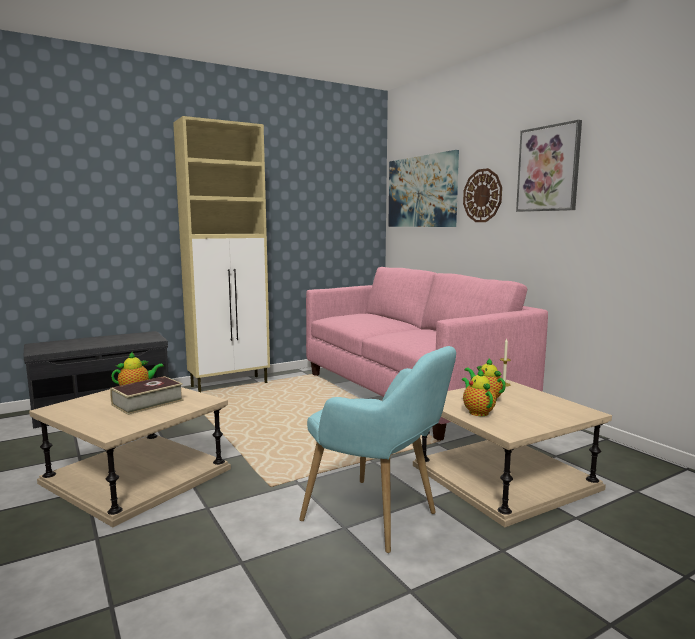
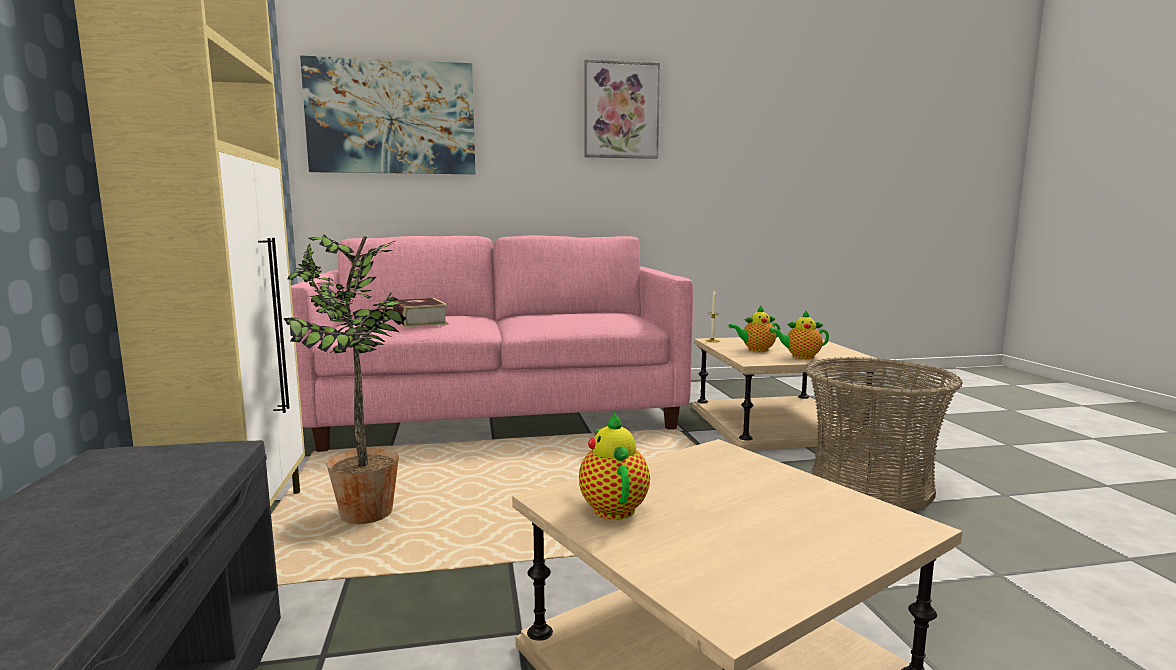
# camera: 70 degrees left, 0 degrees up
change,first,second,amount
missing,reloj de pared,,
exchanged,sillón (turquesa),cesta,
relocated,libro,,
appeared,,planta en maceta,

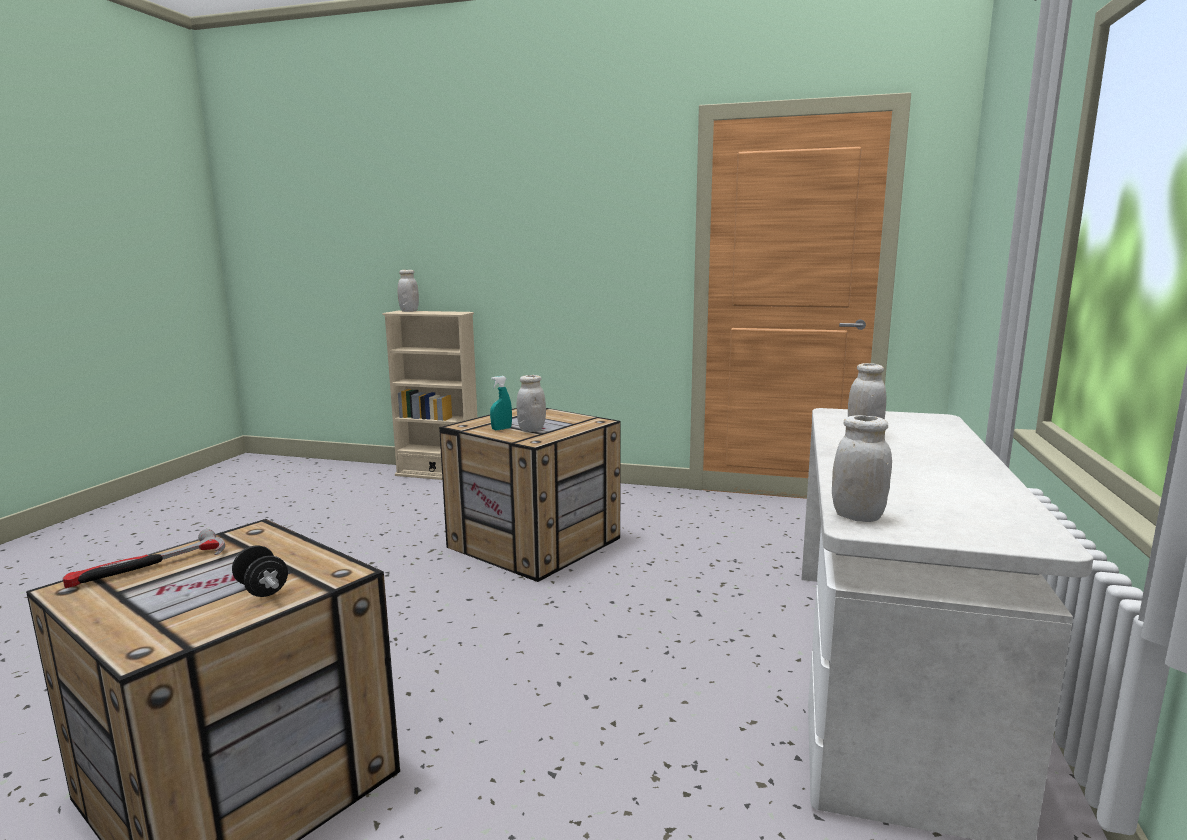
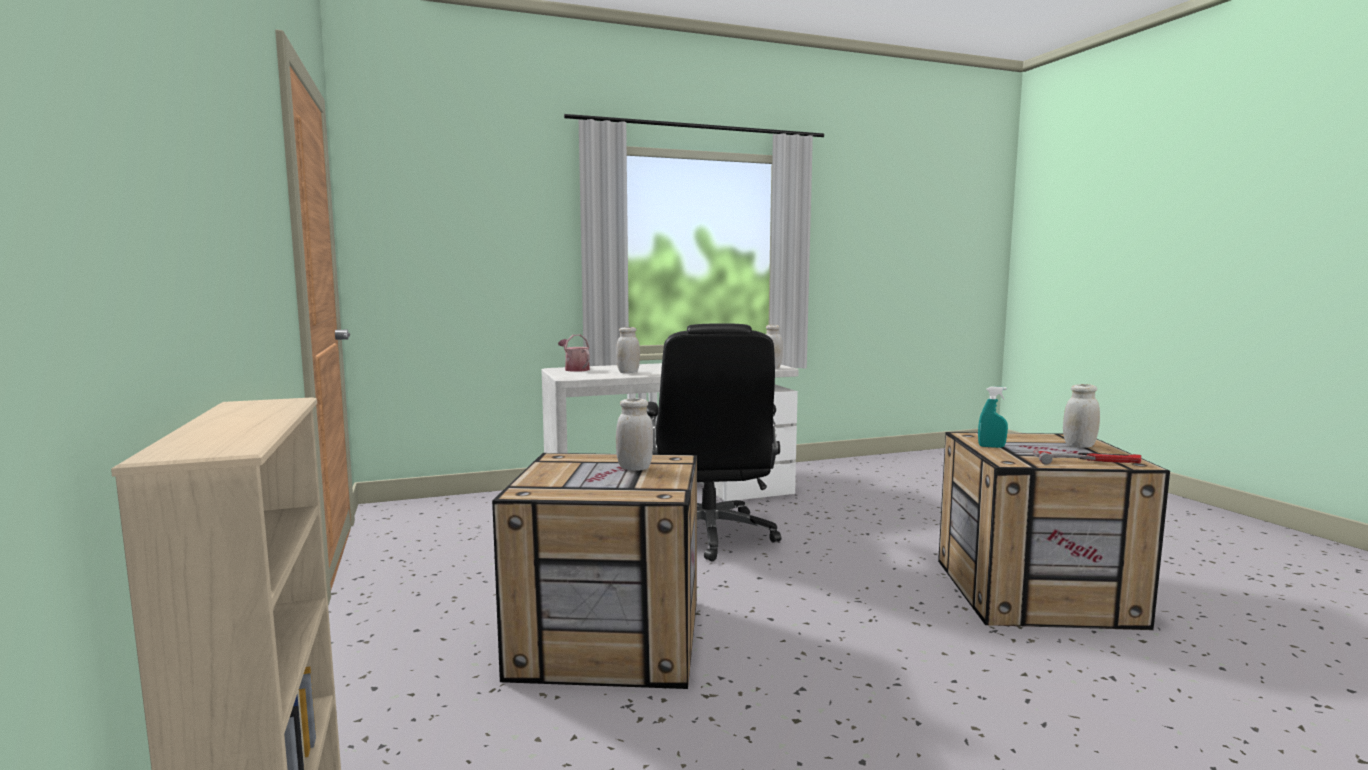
# camera: 125 degrees left, 5 degrees down
change,first,second,amount
relocated,tarro (blanco) (no. 1 from left in the first image),tarro (blanco) (no. 4 from left),
relocated,pulverizador (turquesa),,
missing,mancuerna (negro),,
appeared,,silla de oficina (negro),
appeared,,regadera,

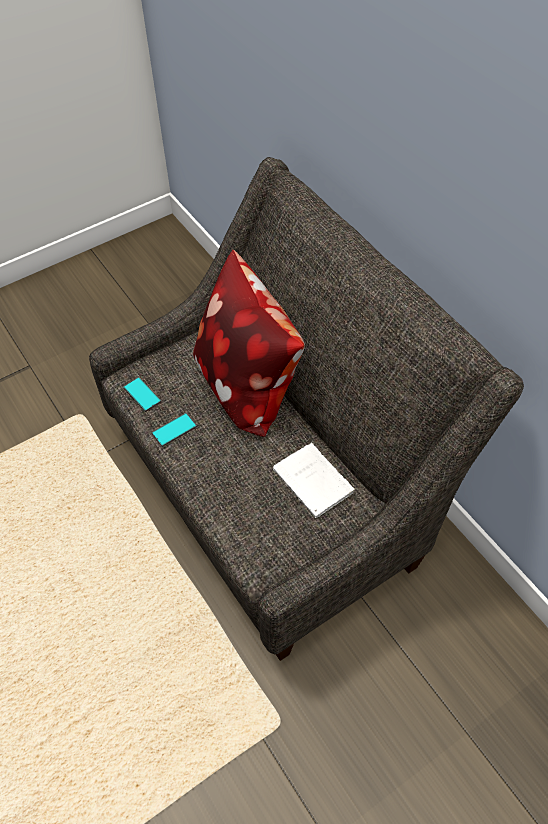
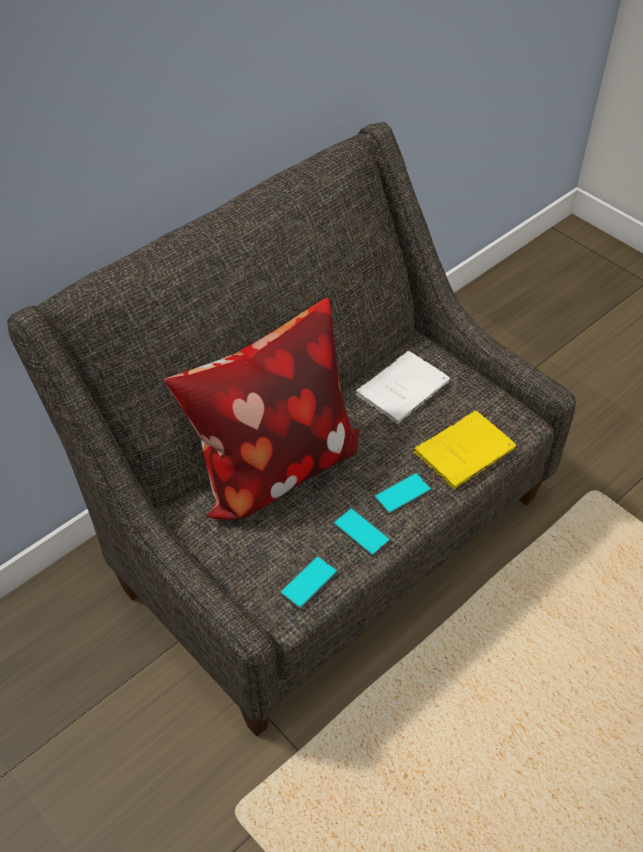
# camera: 100 degrees left, 5 degrees down
change,first,second,amount
appeared,,libro (amarillo),
appeared,,móvil (no. 3 from left),

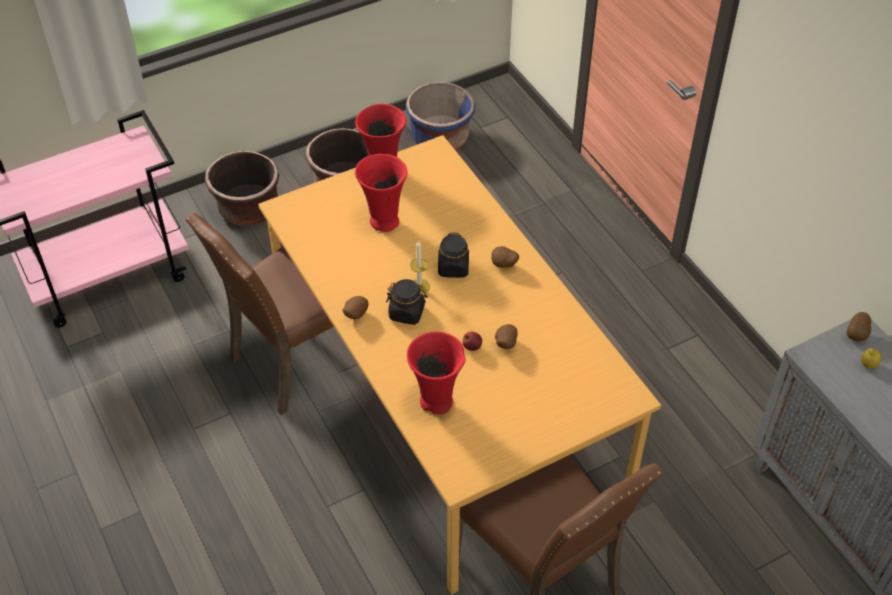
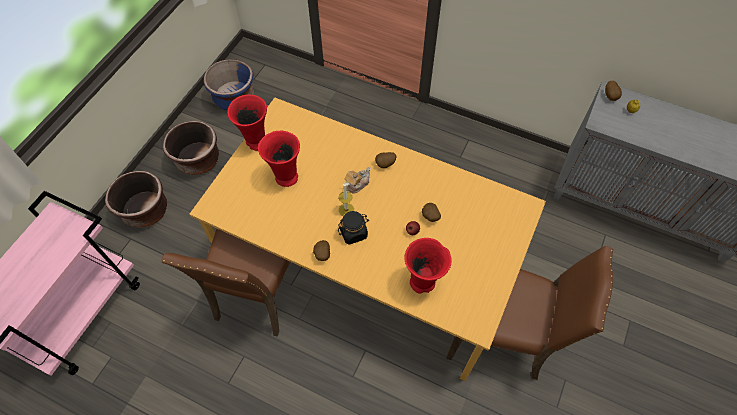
# camera: 35 degrees left, 10 degrees up
change,first,second,amount
exchanged,tarro (negro) (no. 2 from left),tetera,

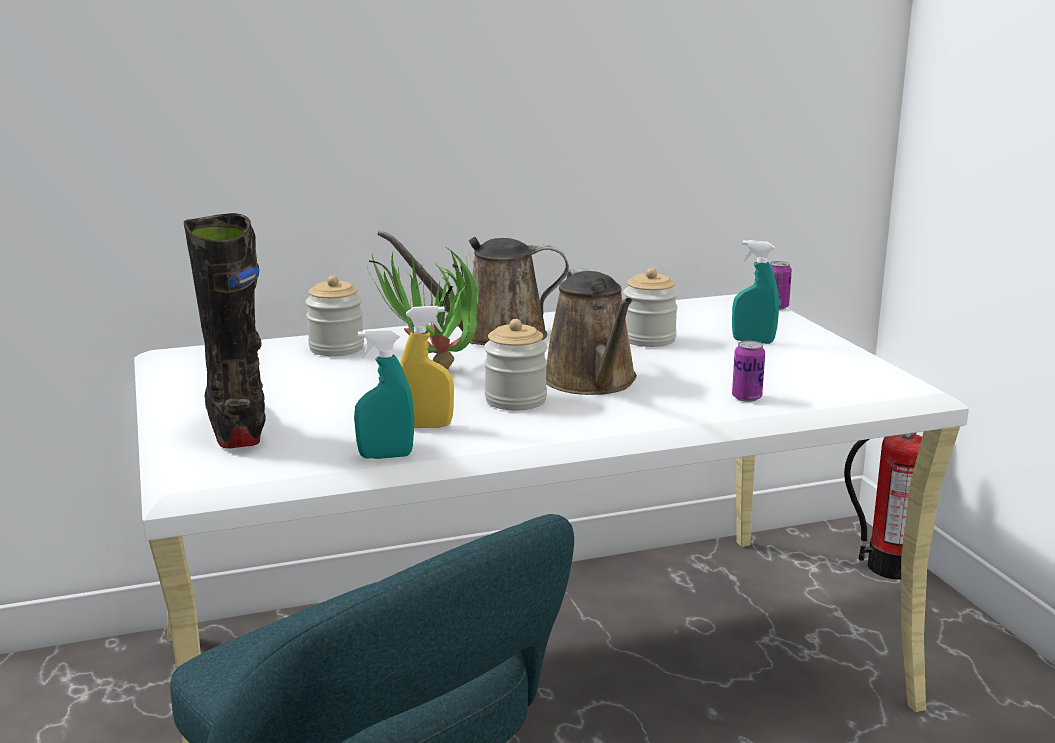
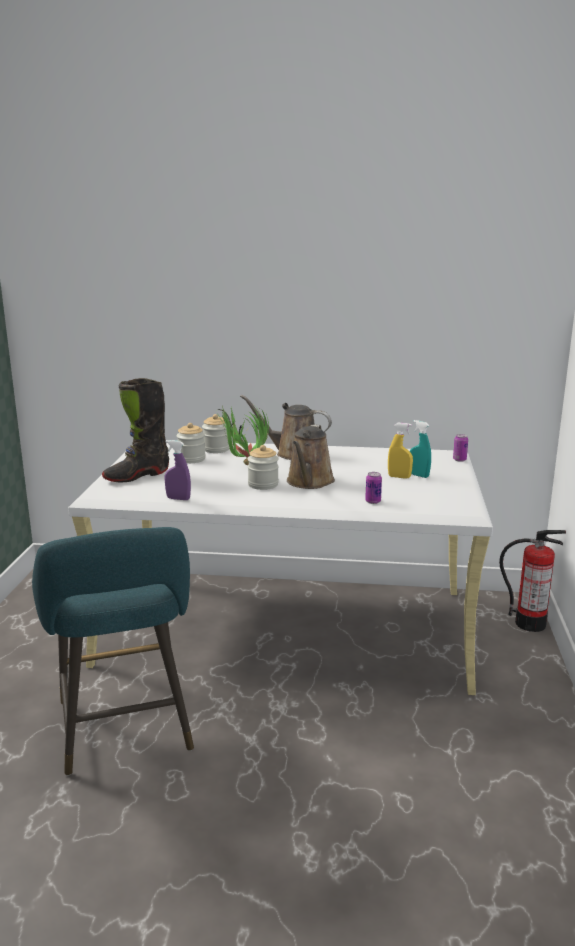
# camera: 25 degrees right, 0 degrees up
change,first,second,amount
spun,bota (negro),,135 degrees counterclockwise
relocated,tarro (no. 3 from left in the first image),tarro (no. 1 from left),
relocated,pulverizador (amarillo),,
colour,pulverizador (turquesa) (no. 1 from left),pulverizador (morado),

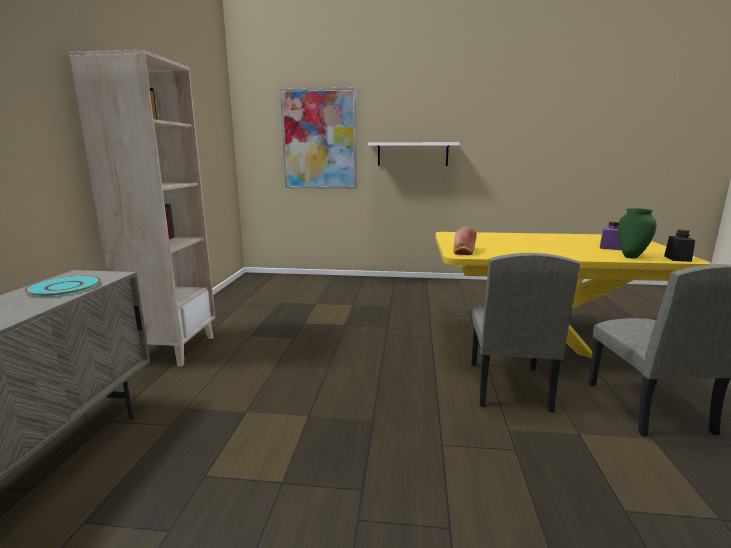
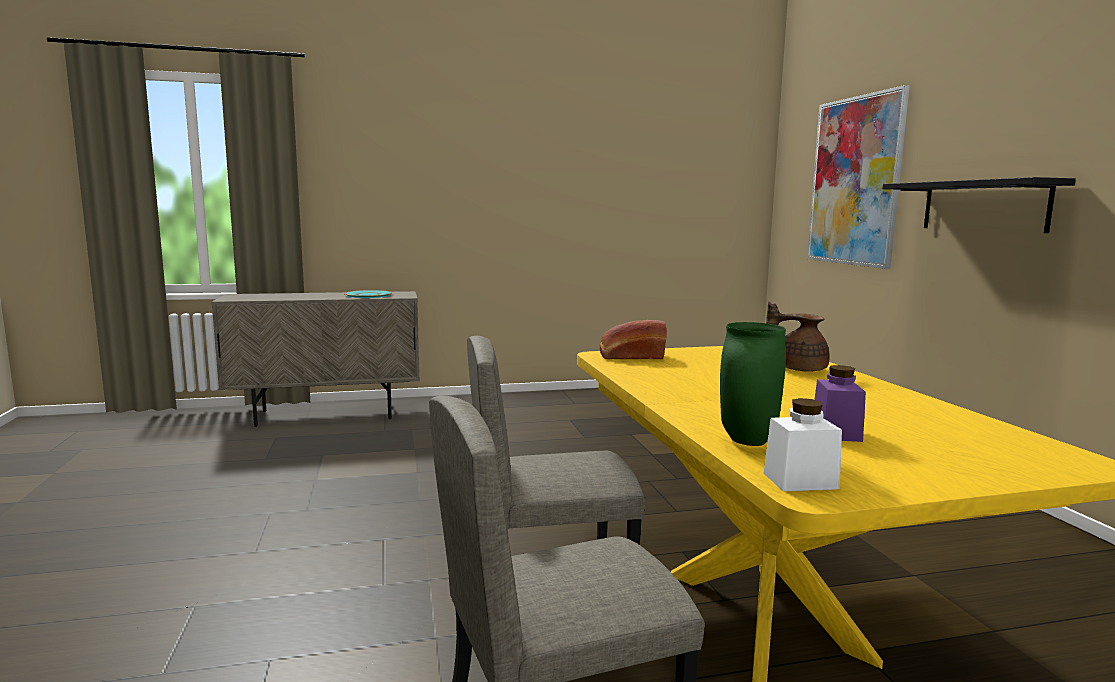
# camera: 70 degrees right, 5 degrees down
change,first,second,amount
missing,estantería (beis),,
colour,estante (blanco),estante (negro),
colour,tarro (negro),tarro (blanco),
appeared,,tetera (marrón),

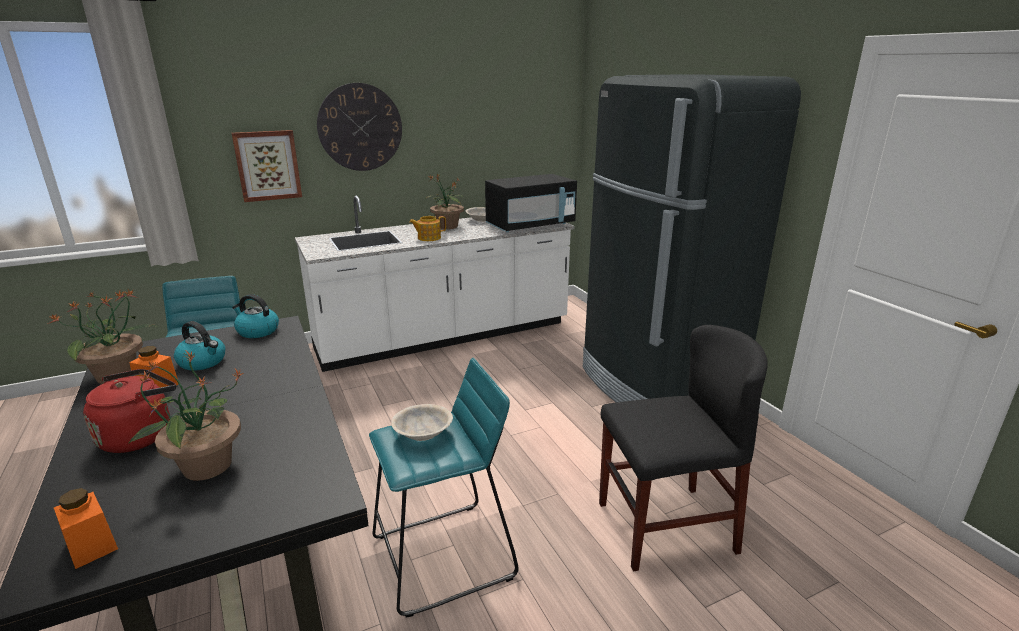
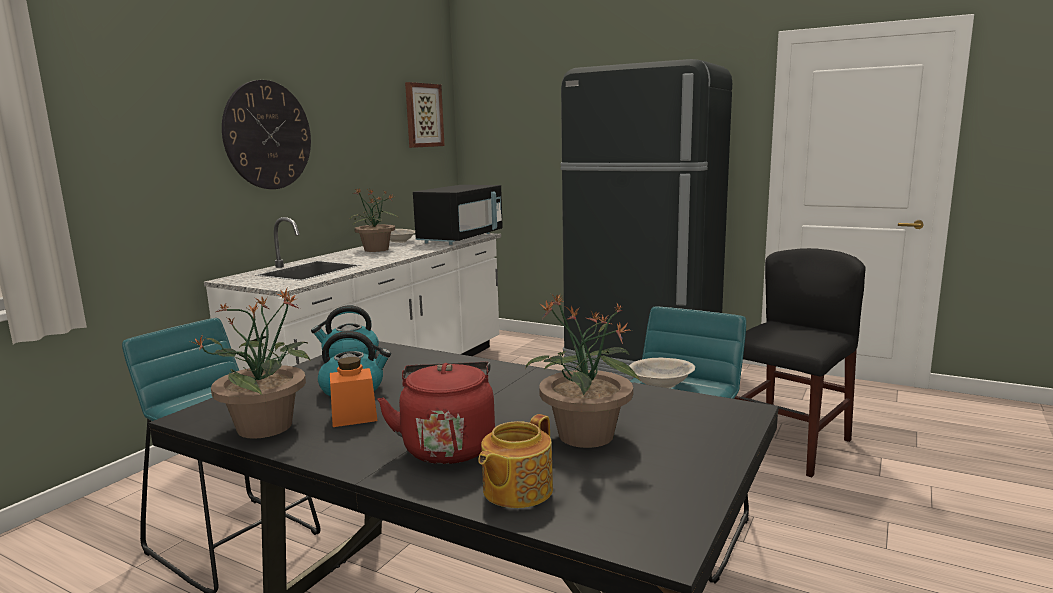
# camera: 35 degrees left, 10 degrees down
change,first,second,amount
relocated,cuadro,,
relocated,tetera,,
missing,tarro (naranja) (no. 1 from left),,

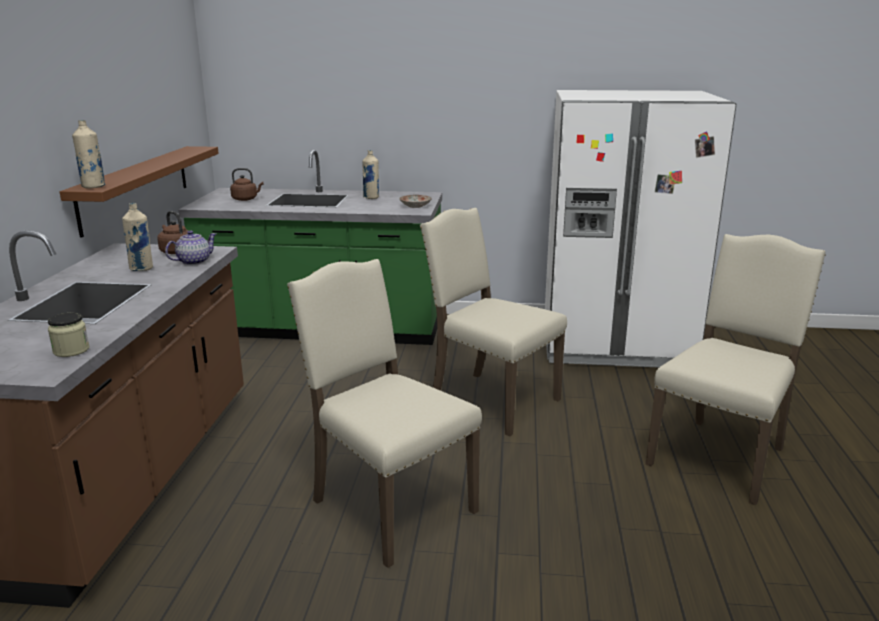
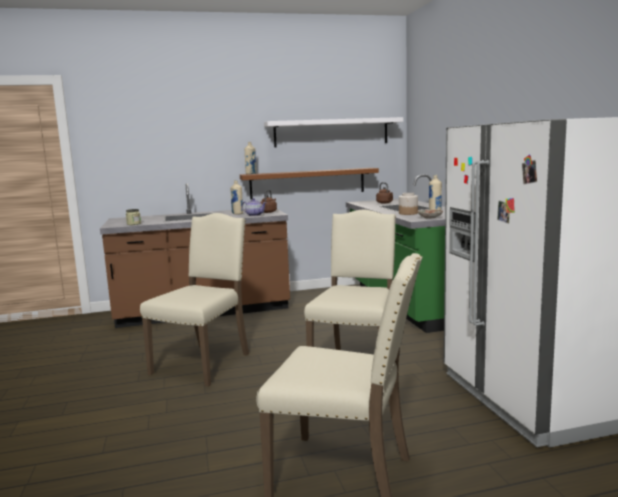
# camera: 70 degrees right, 10 degrees down
change,first,second,amount
appeared,,estante (blanco),
appeared,,tarro (no. 2 from left),

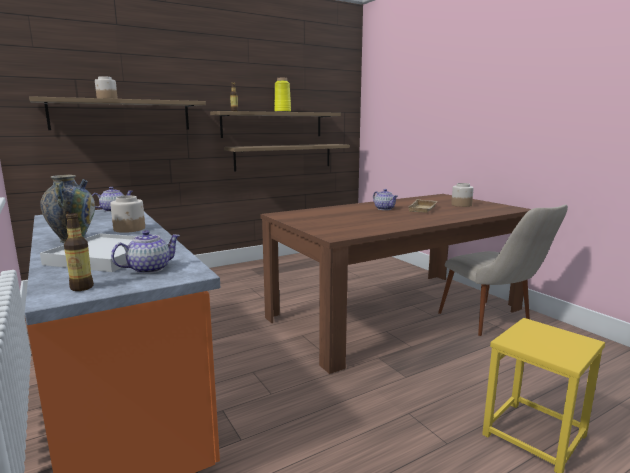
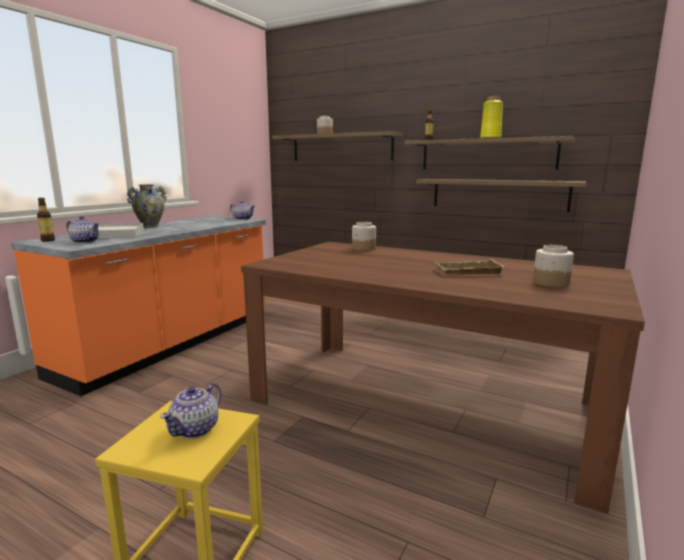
# camera: 60 degrees right, 0 degrees up
change,first,second,amount
relocated,tetera (no. 3 from left in the first image),tetera (no. 2 from left),
relocated,tarro (no. 2 from left),,
missing,silla (beis),,

